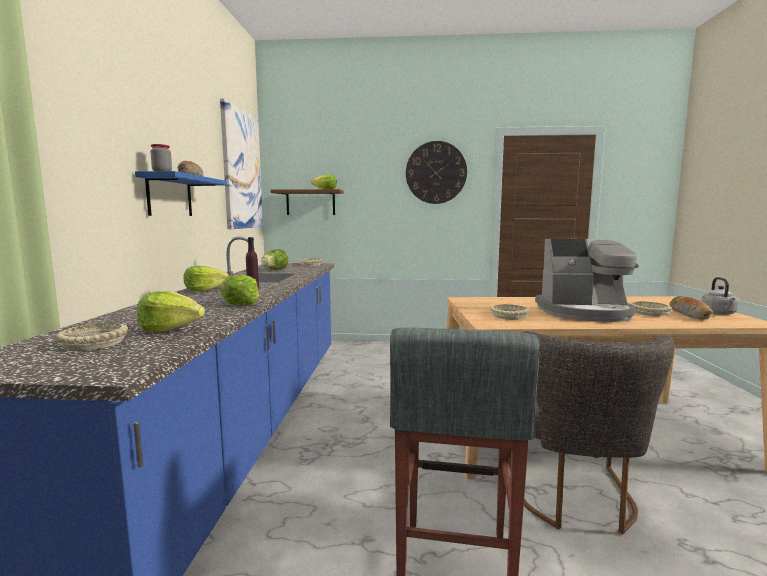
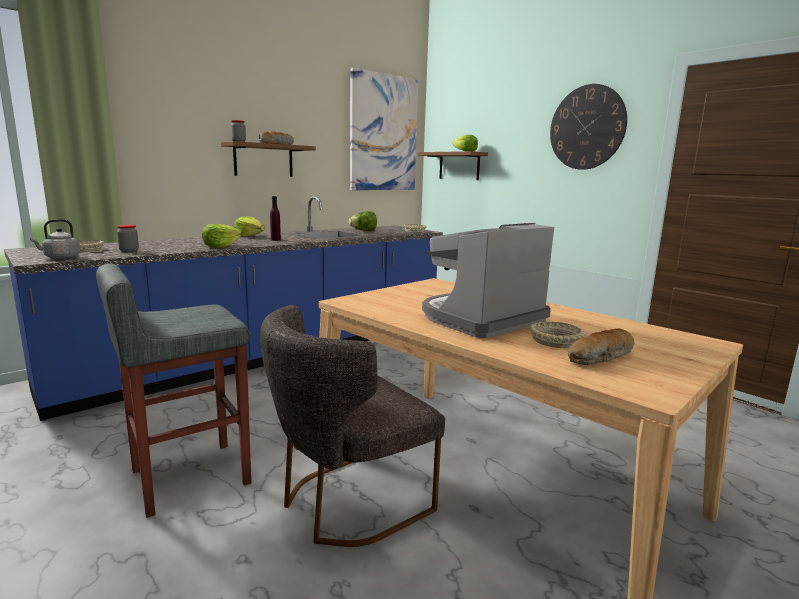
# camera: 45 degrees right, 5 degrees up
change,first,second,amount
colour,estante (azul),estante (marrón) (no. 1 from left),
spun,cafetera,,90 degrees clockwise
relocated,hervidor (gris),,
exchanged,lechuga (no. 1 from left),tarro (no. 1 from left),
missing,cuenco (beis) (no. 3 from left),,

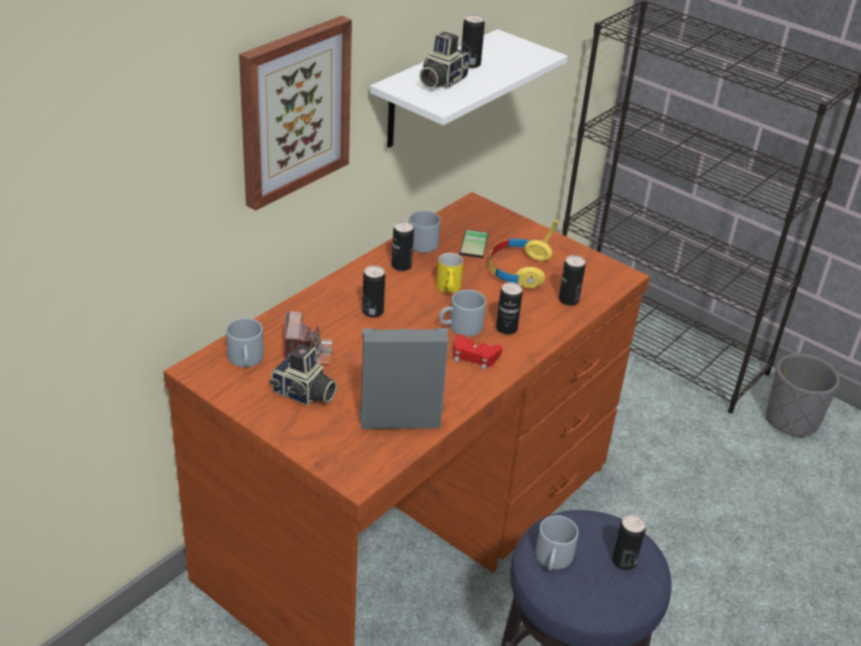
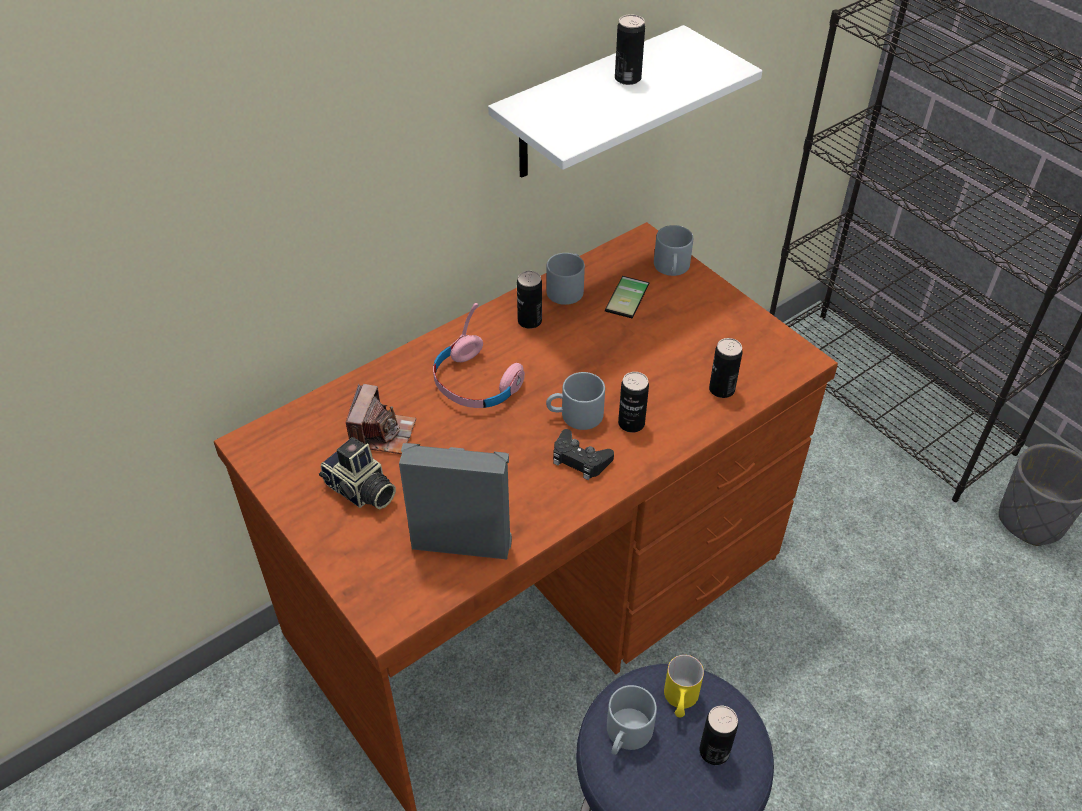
# camera: 15 degrees right, 10 degrees up
change,first,second,amount
missing,cuadro,,
missing,cámara (no. 3 from left),,
missing,auriculares (amarillo),,
relocated,taza grande (amarillo),,
exchanged,lata (no. 1 from left),auriculares (rosa),
relocated,taza grande (gris) (no. 1 from left in the first image),taza grande (gris) (no. 4 from left),
colour,mando de consola (rojo),mando de consola (negro),

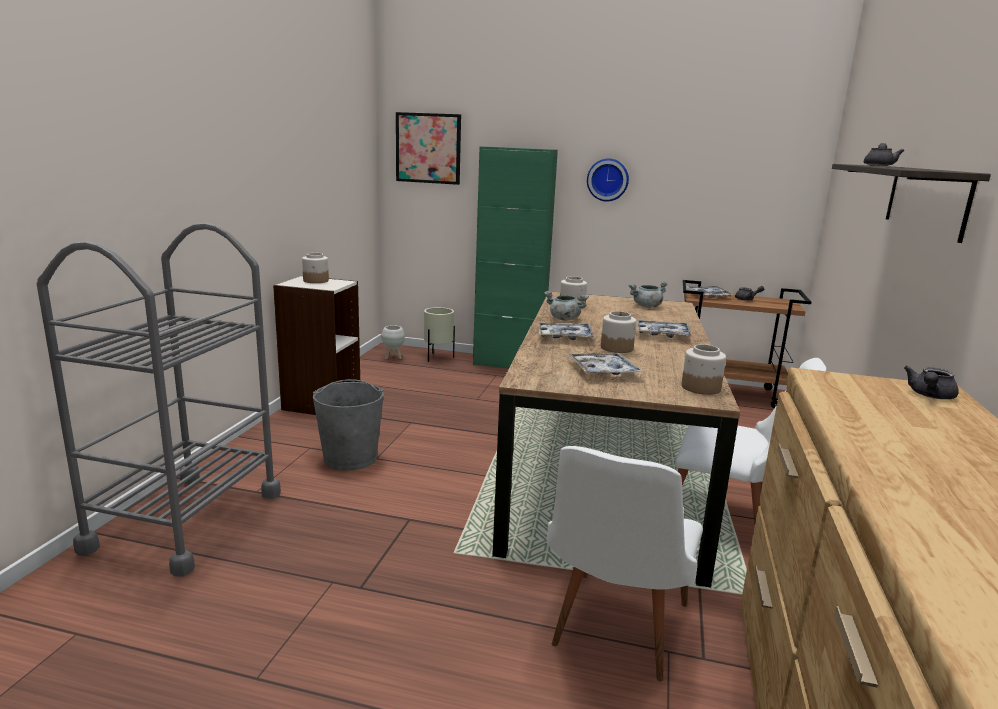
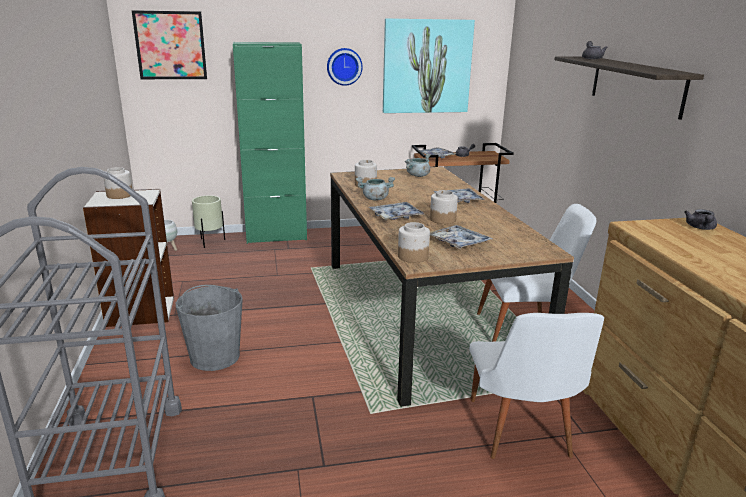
# camera: 25 degrees left, 5 degrees up
change,first,second,amount
relocated,tarro (no. 4 from left in the first image),tarro (no. 3 from left),
appeared,,cuadro (no. 2 from left),

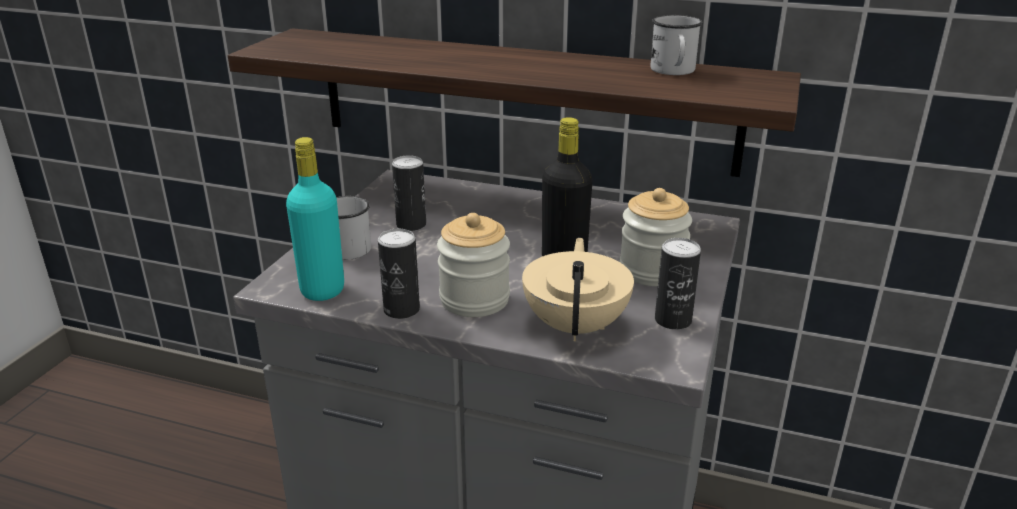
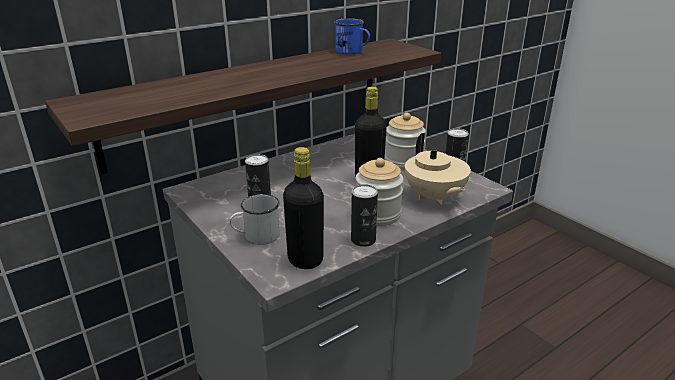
# camera: 55 degrees left, 0 degrees up
change,first,second,amount
colour,taza grande (blanco) (no. 2 from left),taza grande (azul),
colour,botella (turquesa),botella (negro) (no. 1 from left),
spun,tetera (beis),,150 degrees counterclockwise

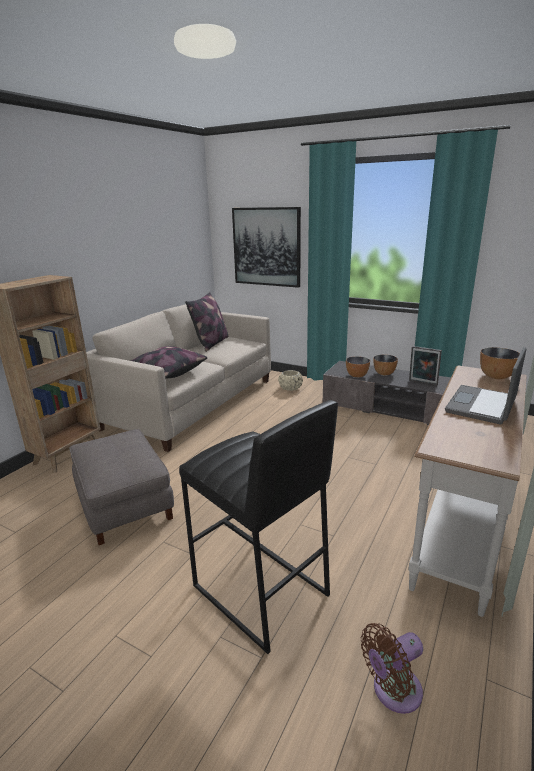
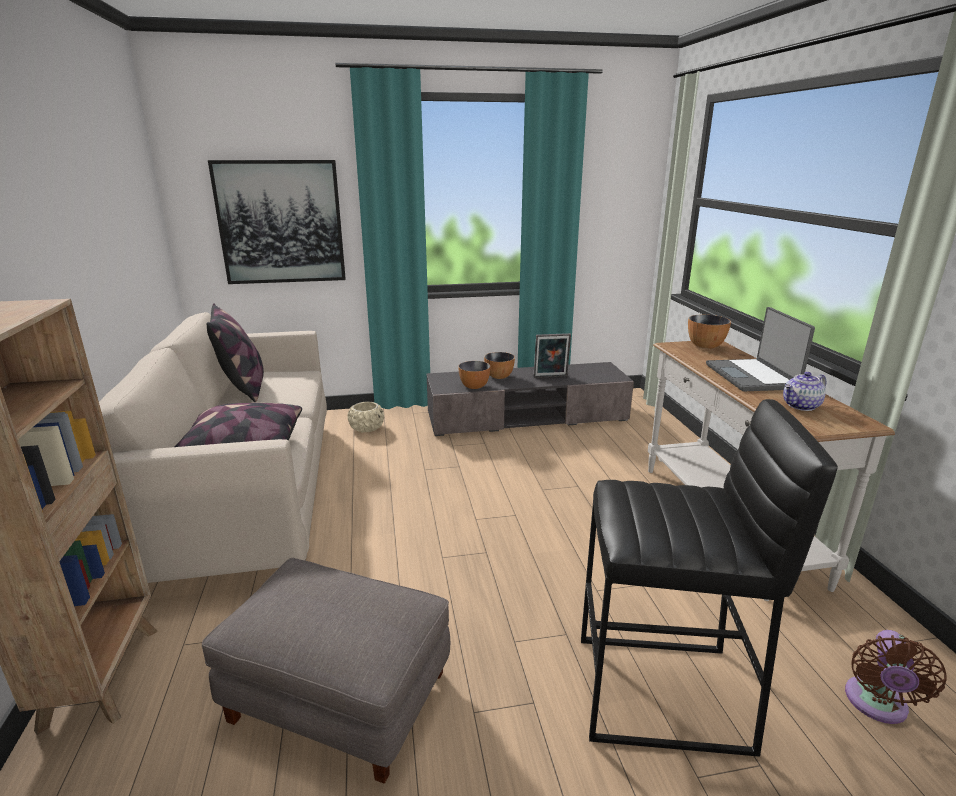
# camera: 40 degrees left, 0 degrees up
change,first,second,amount
appeared,,tetera,

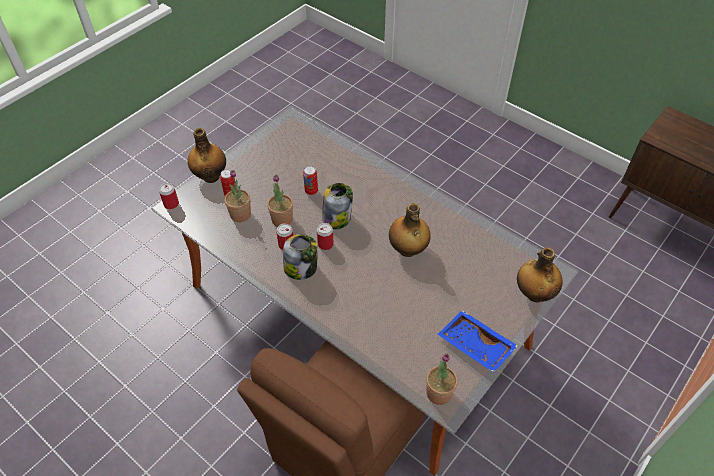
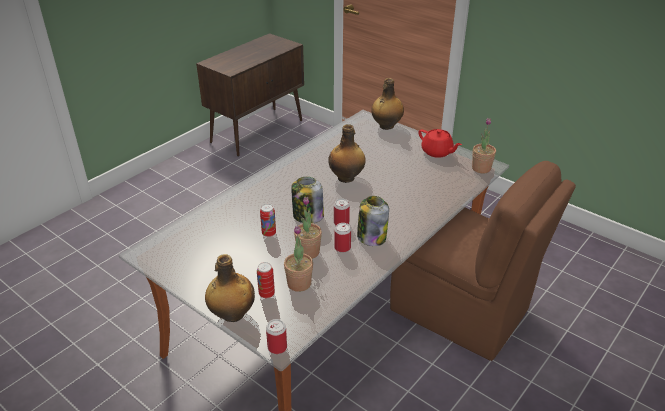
# camera: 90 degrees left, 15 degrees down
change,first,second,amount
exchanged,bandeja (azul),tetera (rojo),

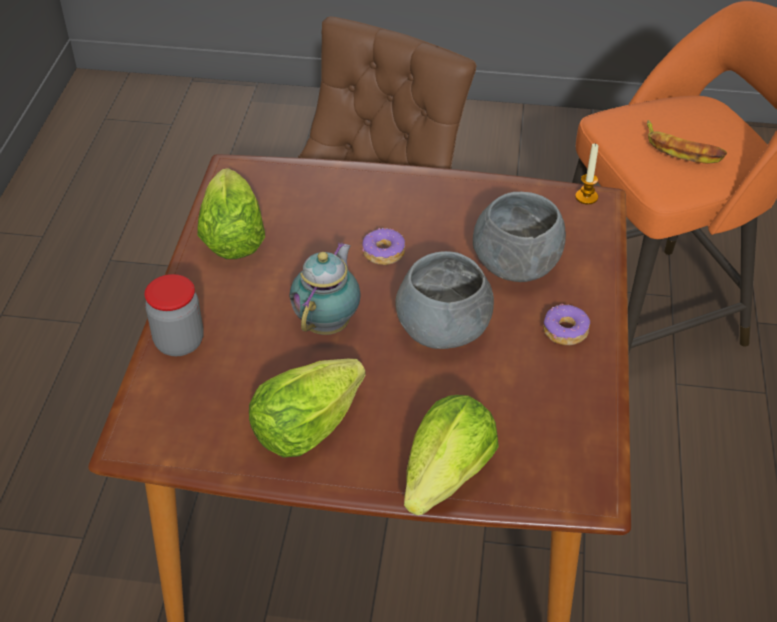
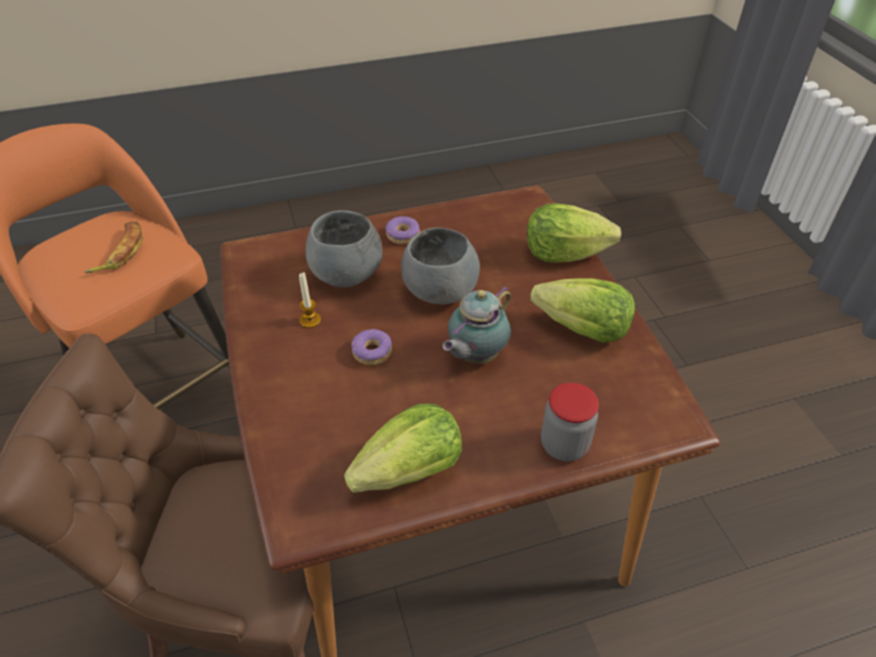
# camera: 115 degrees left, 0 degrees up
change,first,second,amount
relocated,vela,,
spun,tetera,,45 degrees counterclockwise

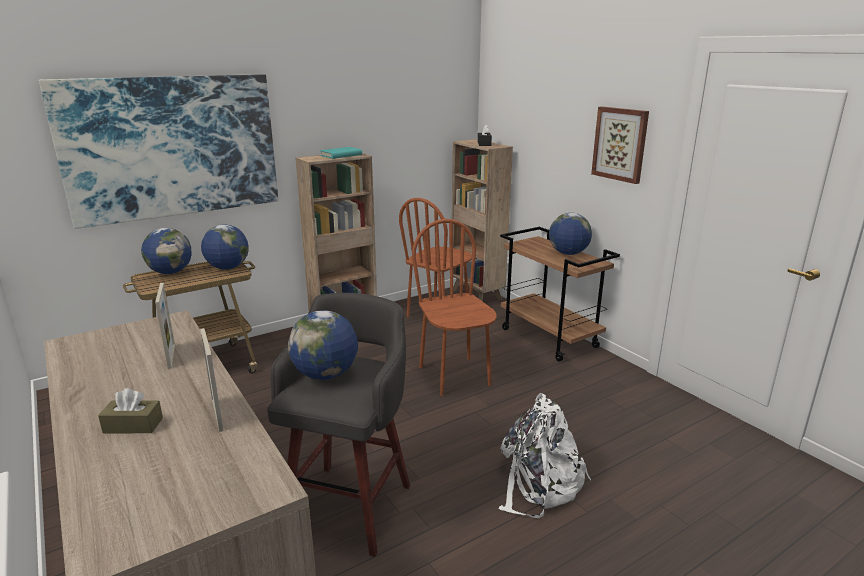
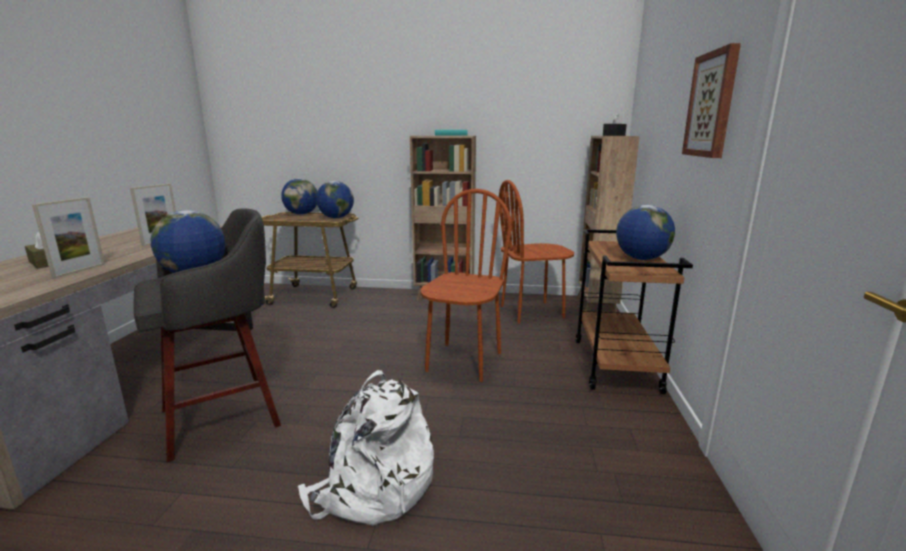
# camera: 40 degrees right, 5 degrees down
change,first,second,amount
missing,cuadro (no. 1 from left),,

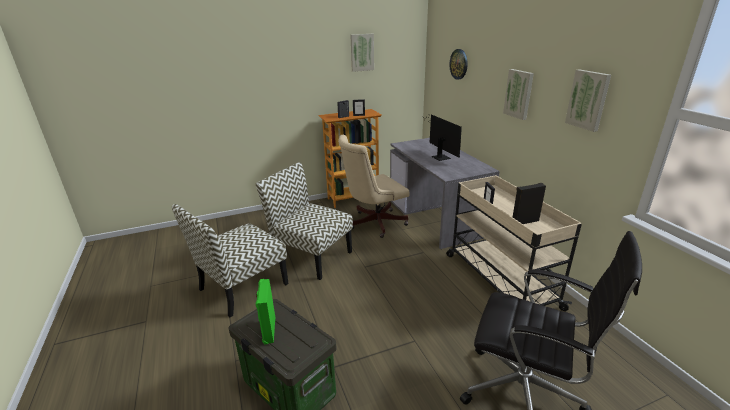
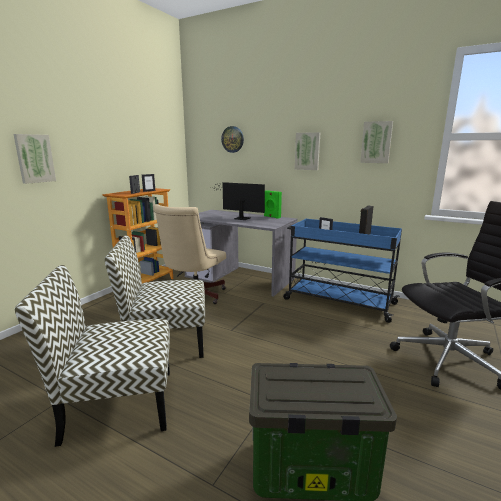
# camera: 40 degrees left, 10 degrees down
change,first,second,amount
relocated,cuadro (no. 1 from left),,
colour,carrito (beis),carrito (azul),
spun,silla (no. 1 from left),,75 degrees clockwise
relocated,altavoz (verde),,

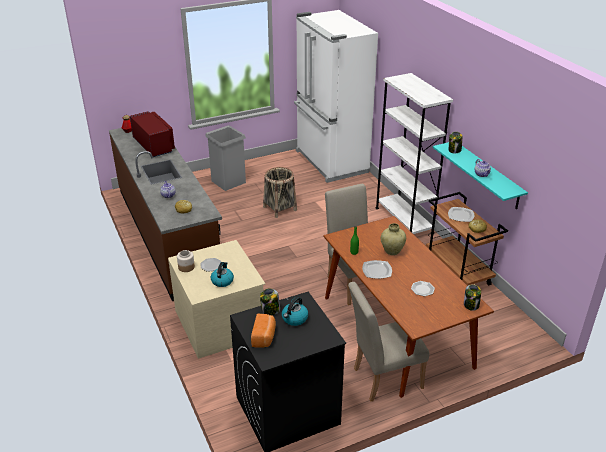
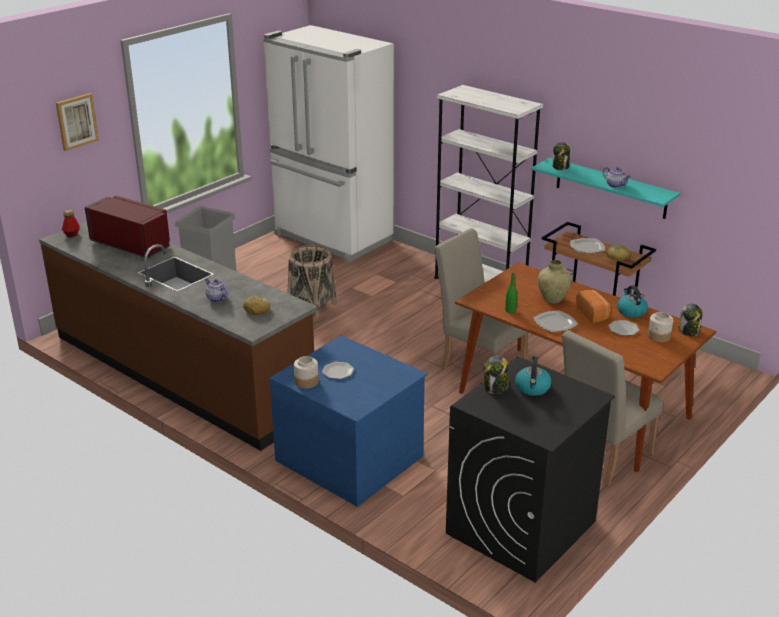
# camera: 25 degrees left, 5 degrees down
change,first,second,amount
colour,cómoda (beis),cómoda (azul),
relocated,hervidor (no. 1 from left in the first image),hervidor (no. 2 from left),
relocated,pan (no. 2 from left),,
appeared,,cuadro,
appeared,,tarro (no. 4 from left),

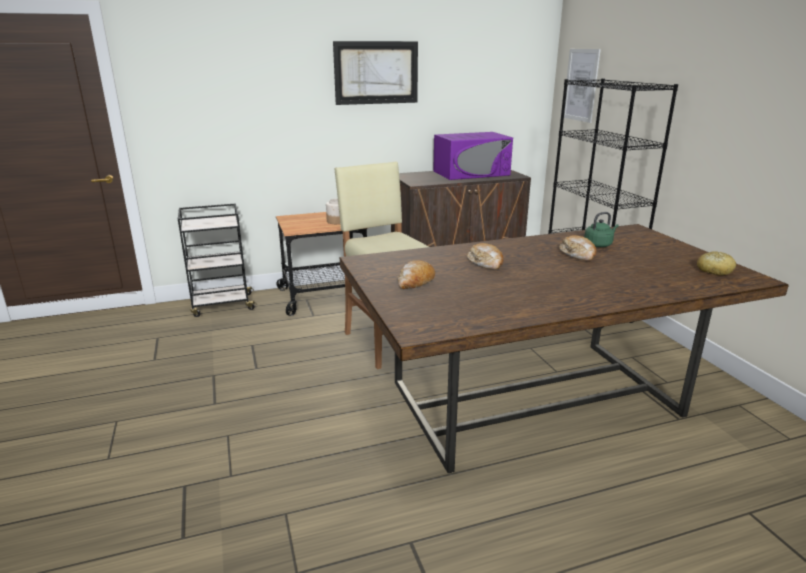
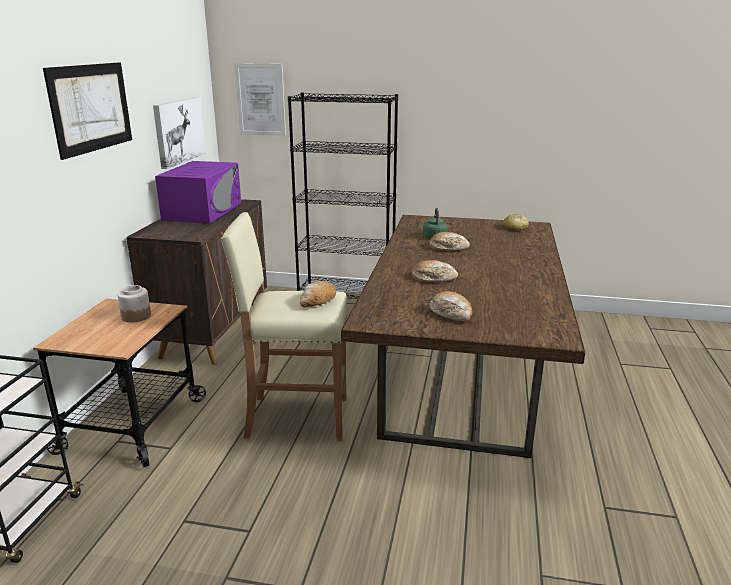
# camera: 60 degrees left, 0 degrees up
change,first,second,amount
appeared,,cuadro (no. 2 from left),
appeared,,pan (no. 1 from left),

